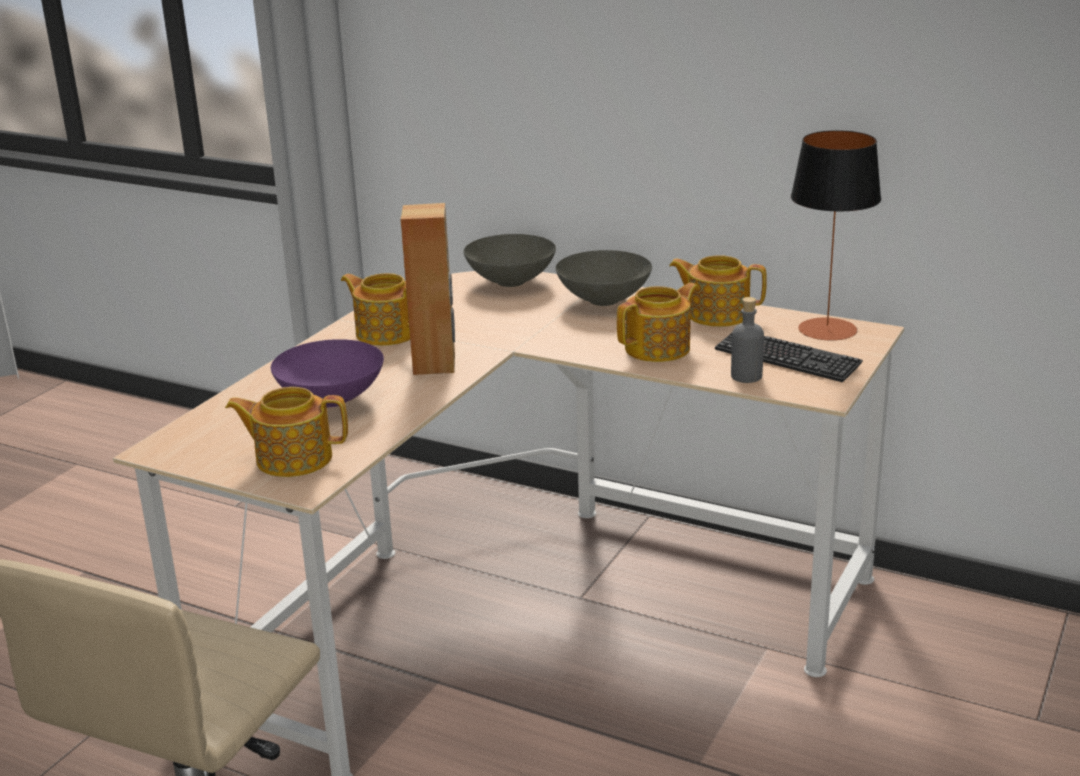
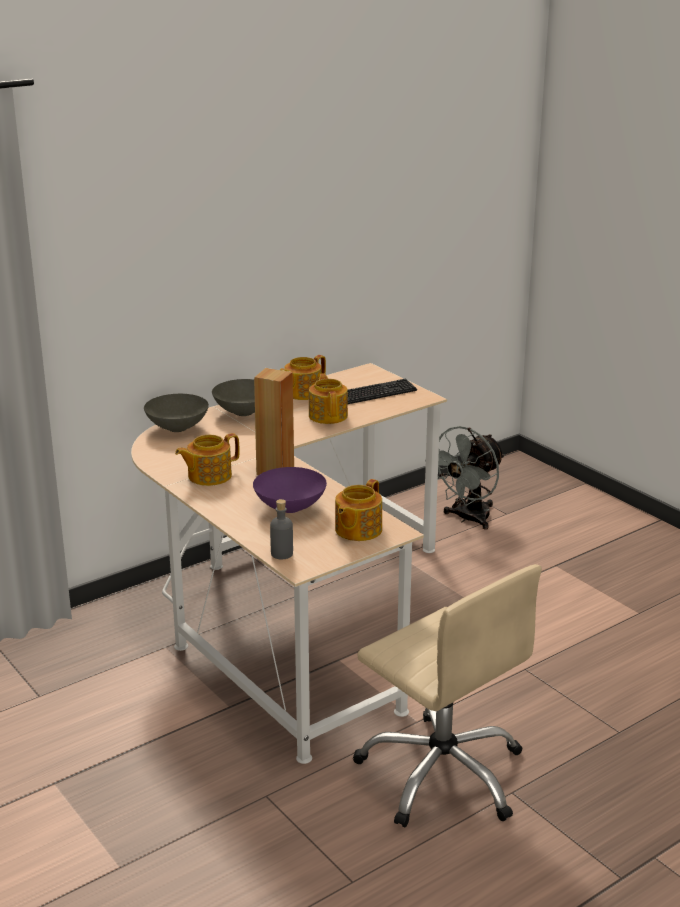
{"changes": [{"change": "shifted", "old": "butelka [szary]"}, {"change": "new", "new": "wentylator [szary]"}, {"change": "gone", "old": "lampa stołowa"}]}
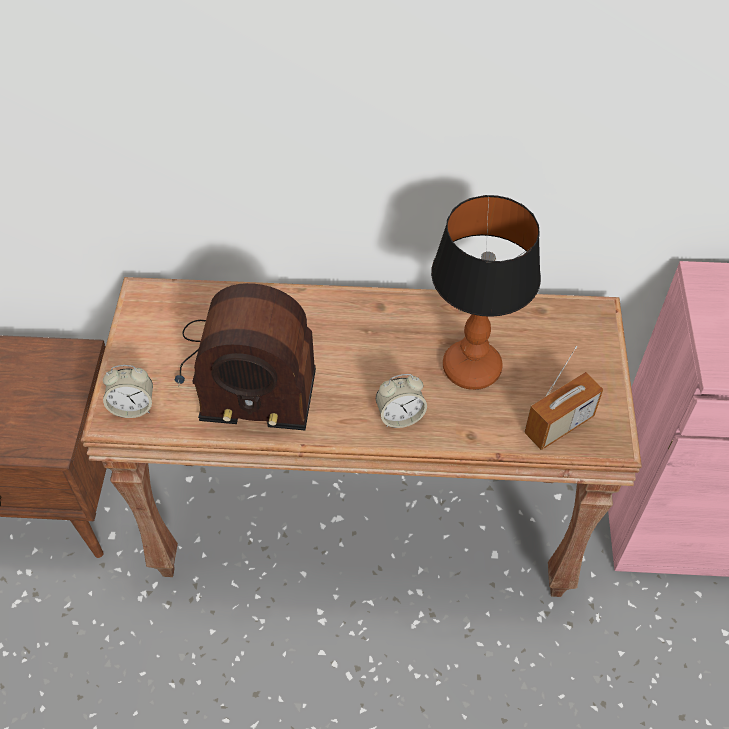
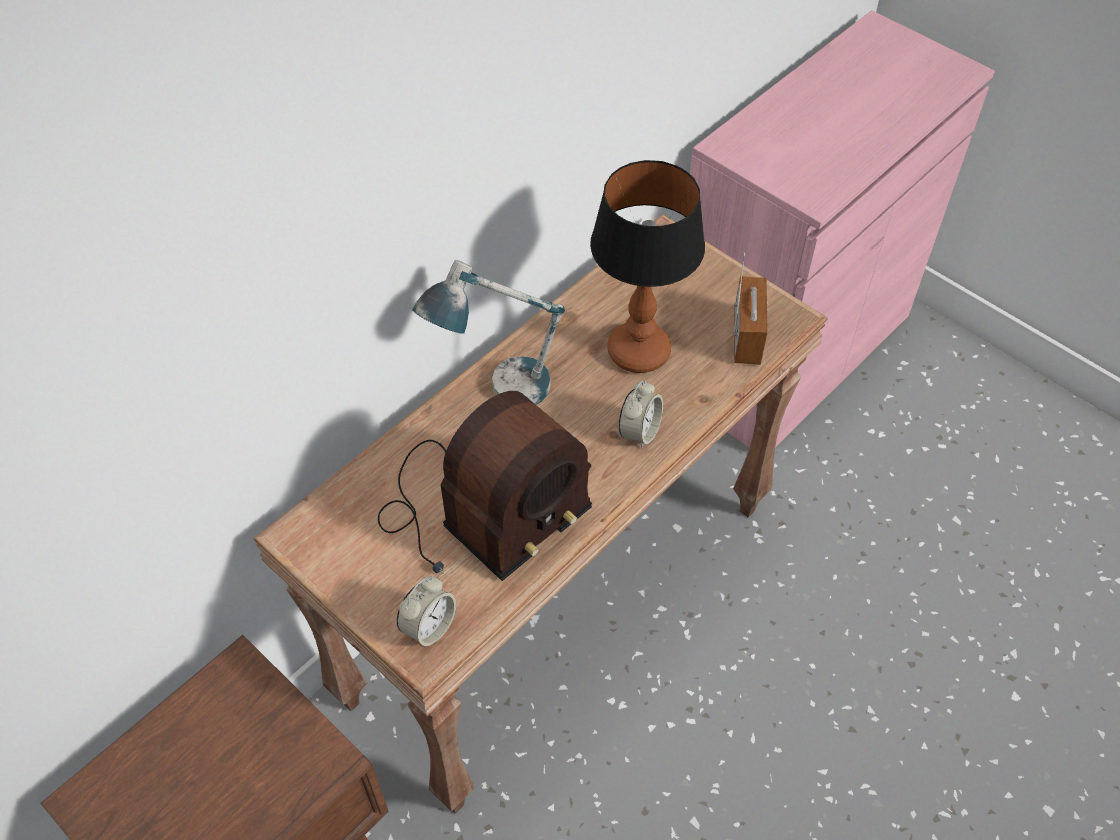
{"changes": [{"change": "new", "new": "lampa stołowa (no. 1 from left)"}]}
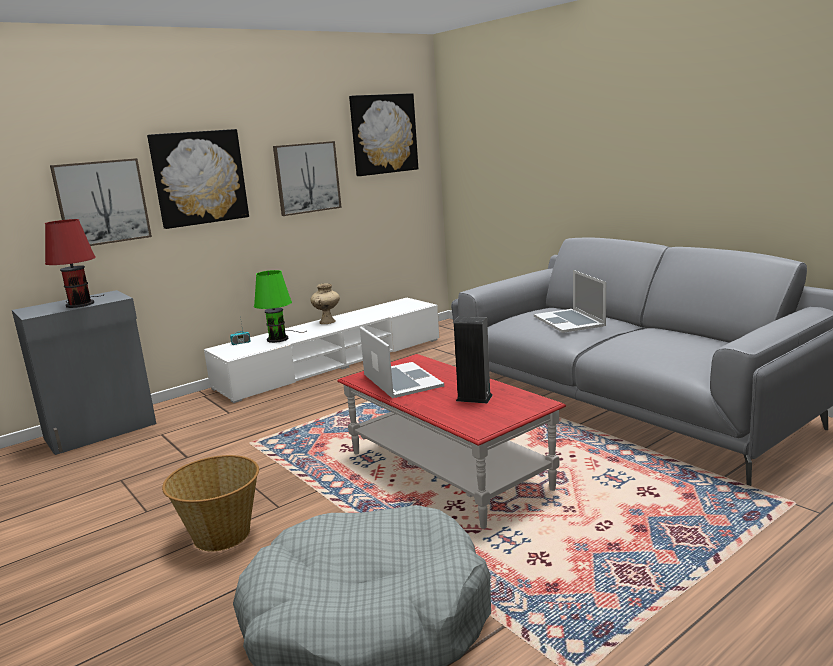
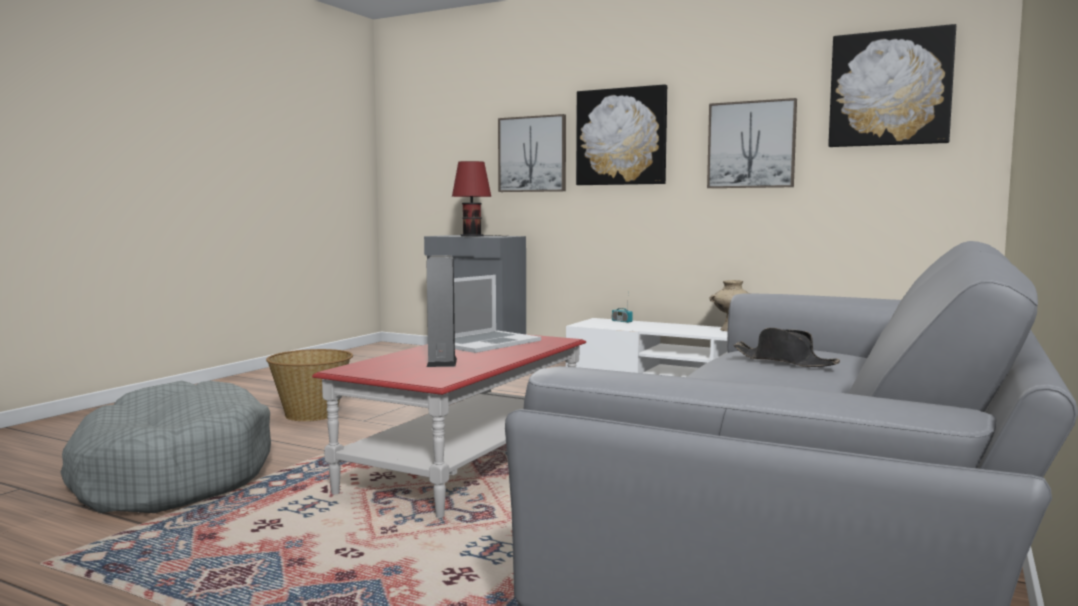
{"changes": [{"change": "swapped", "old": "laptop (no. 2 from left)", "new": "kapelusz [czarny]"}, {"change": "gone", "old": "lampa stołowa [zielony]"}]}
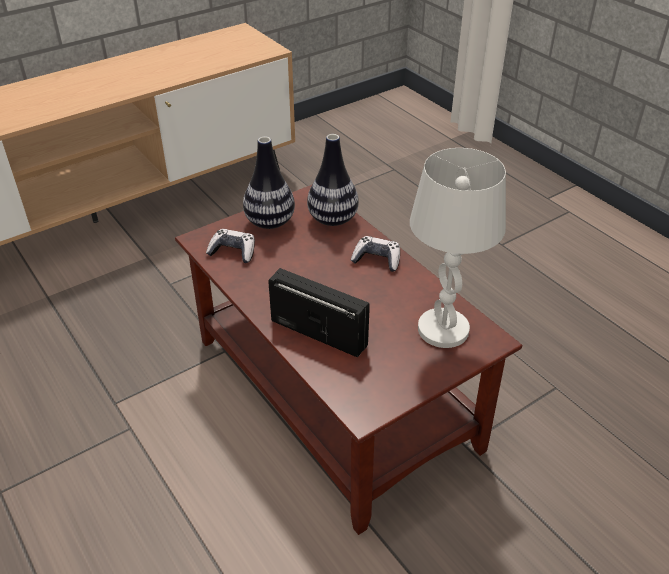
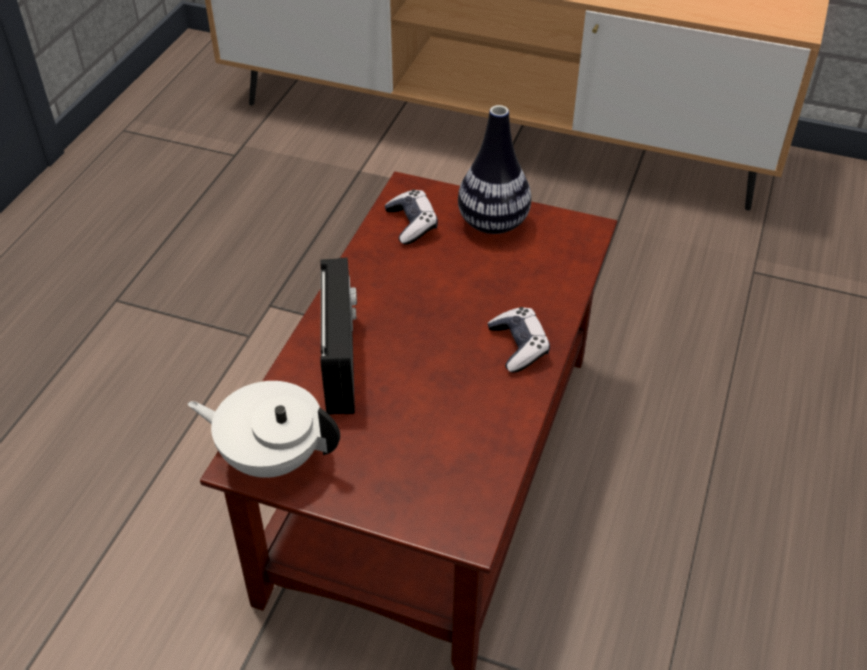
{"changes": [{"change": "new", "new": "imbryk [biały]"}, {"change": "gone", "old": "wazon (no. 2 from left)"}, {"change": "gone", "old": "lampa stołowa [biały]"}]}
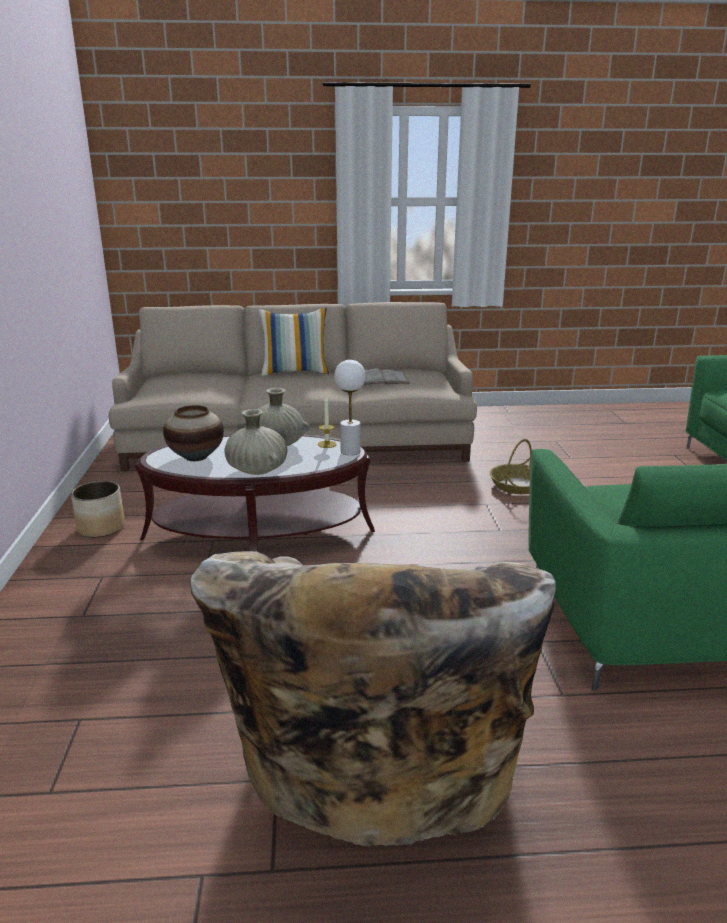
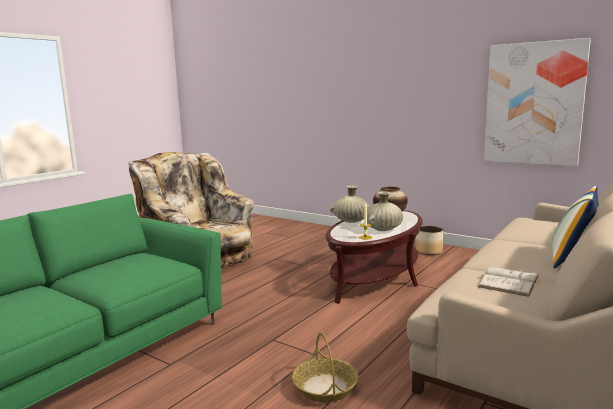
{"changes": [{"change": "new", "new": "obraz"}, {"change": "gone", "old": "lampa stołowa [biały]"}]}
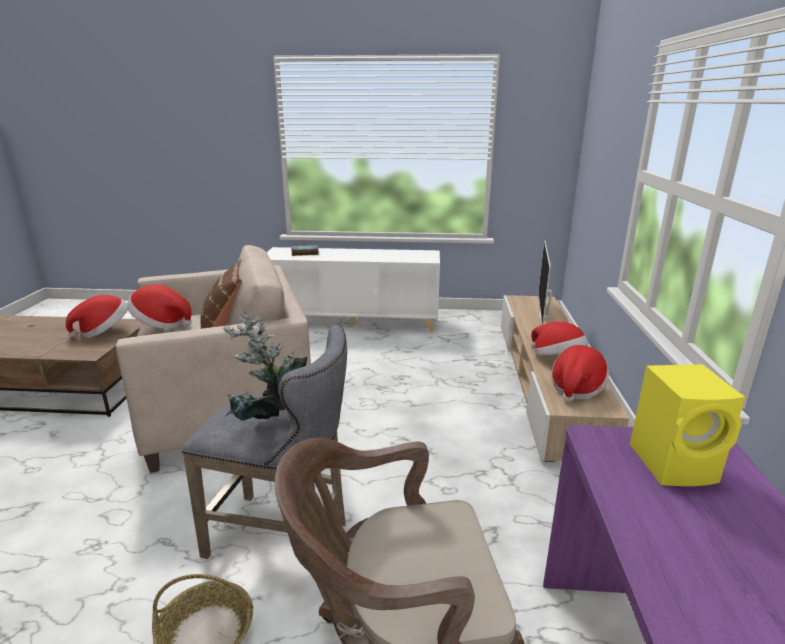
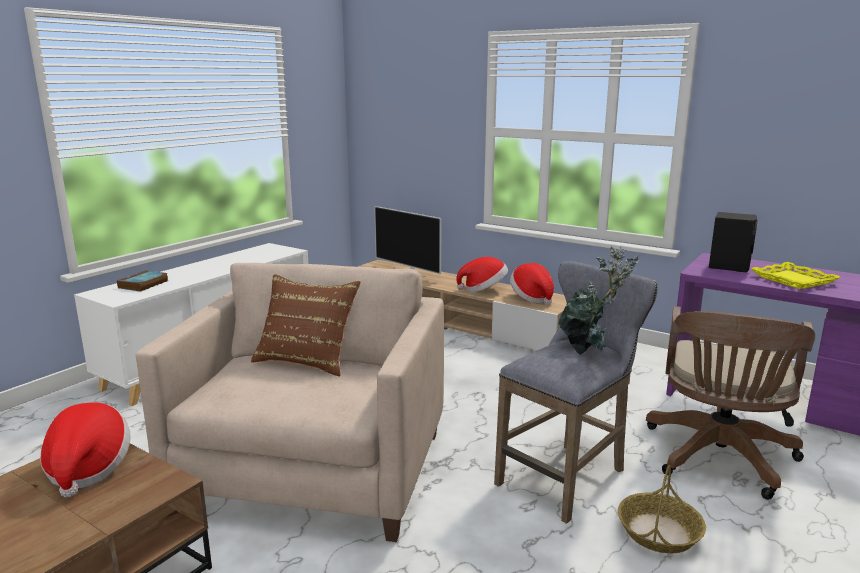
{"changes": [{"change": "repainted", "old": "głośnik [żółty]", "new": "głośnik [czarny]"}, {"change": "new", "new": "taca [żółty]"}, {"change": "gone", "old": "kapelusz (no. 2 from left)"}]}
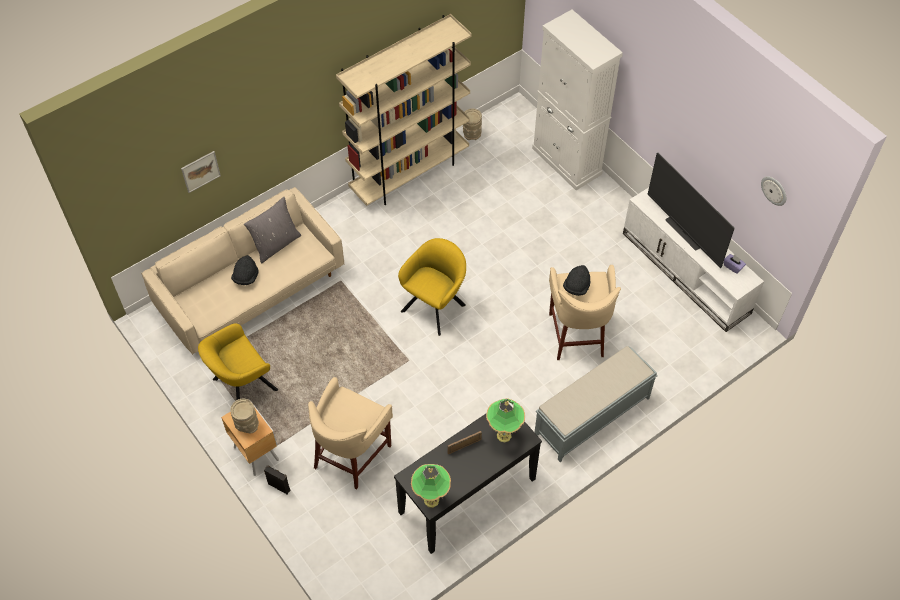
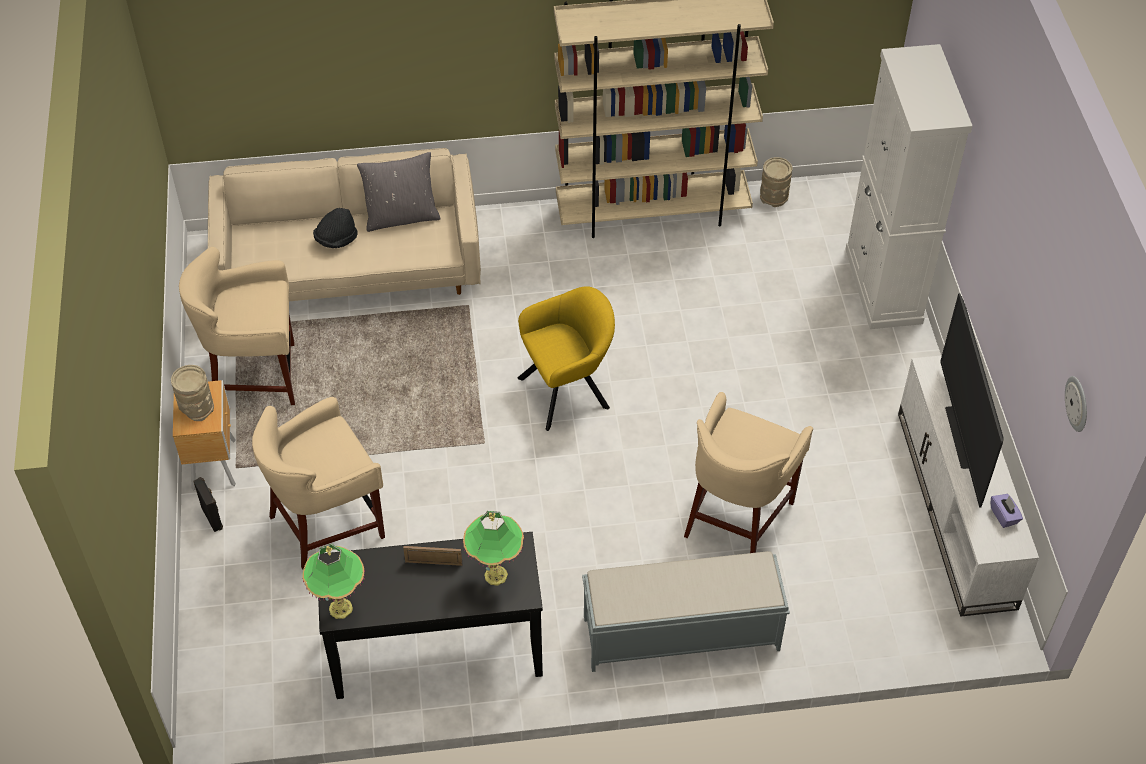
{"changes": [{"change": "swapped", "old": "fotel [żółty] (no. 1 from left)", "new": "stołek [beżowy] (no. 1 from left)"}, {"change": "gone", "old": "obraz"}, {"change": "gone", "old": "kapelusz [czarny] (no. 2 from left)"}]}
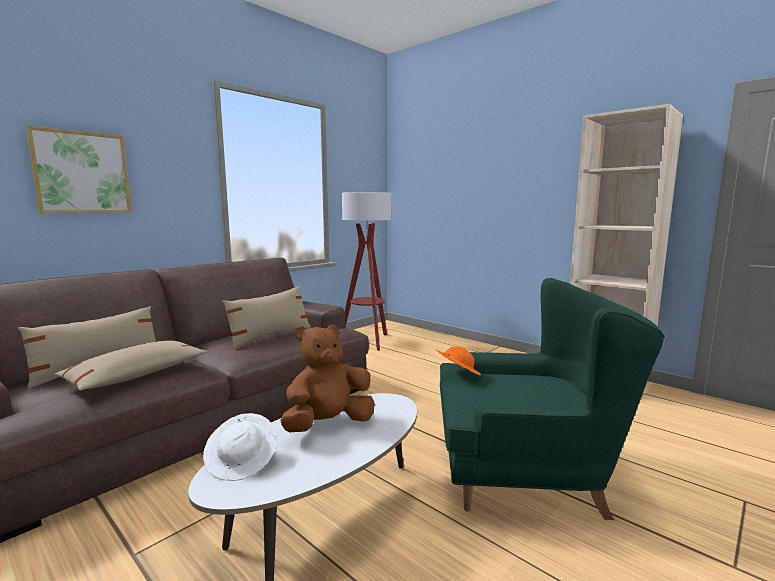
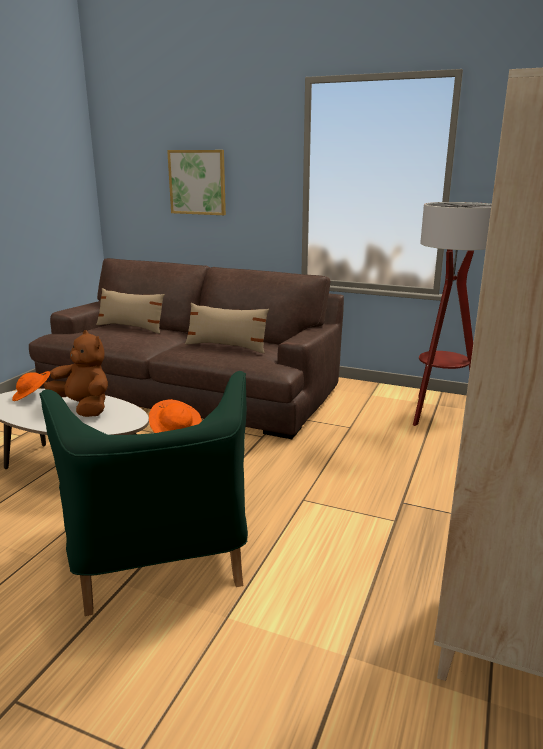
{"changes": [{"change": "repainted", "old": "kapelusz [biały]", "new": "kapelusz [pomarańczowy] (no. 1 from left)"}, {"change": "gone", "old": "poduszka [beżowy] (no. 2 from left)"}]}
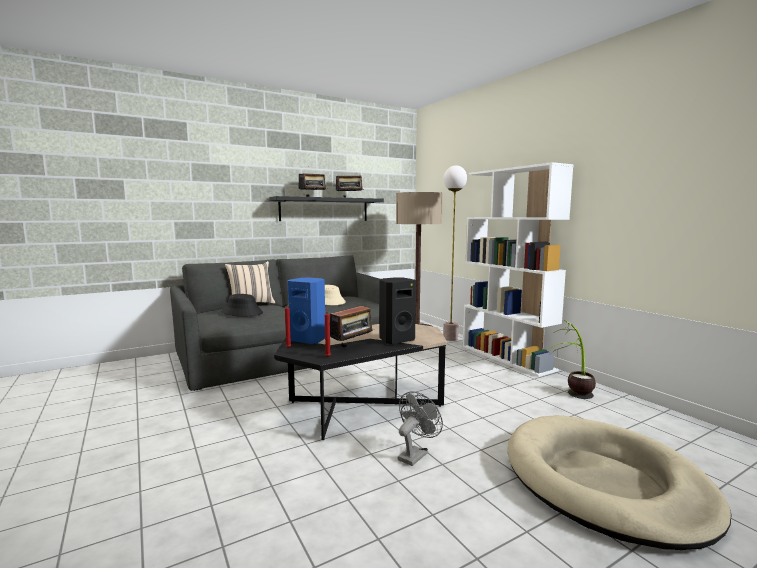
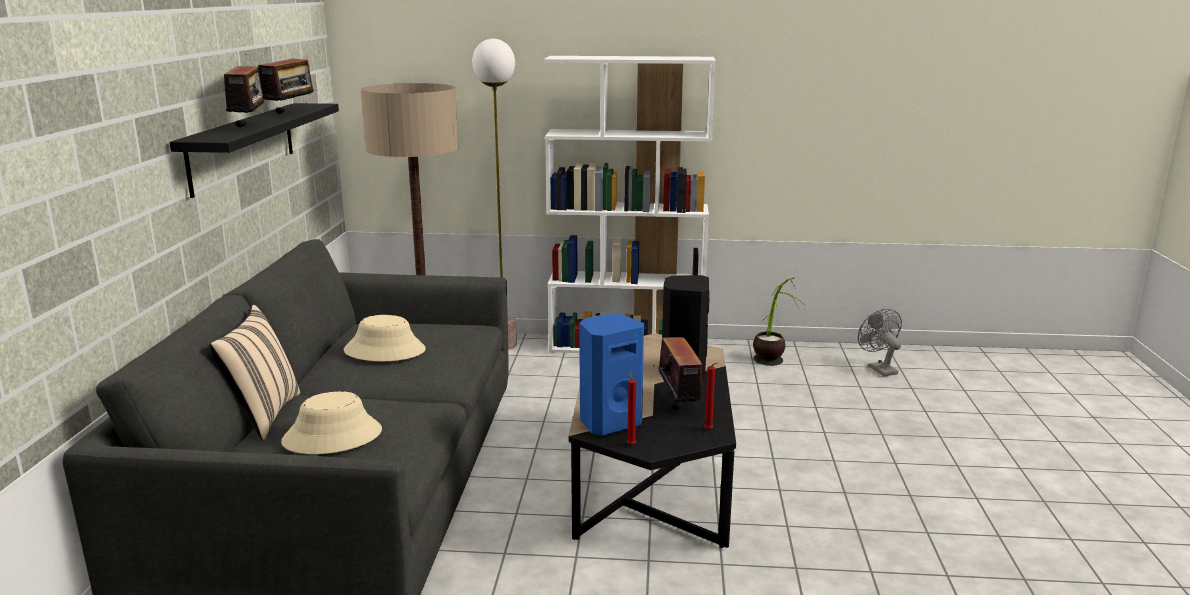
{"changes": [{"change": "repainted", "old": "kapelusz [czarny]", "new": "kapelusz [beżowy] (no. 1 from left)"}, {"change": "shifted", "old": "wentylator [szary]"}, {"change": "gone", "old": "legowisko [beżowy]"}]}
